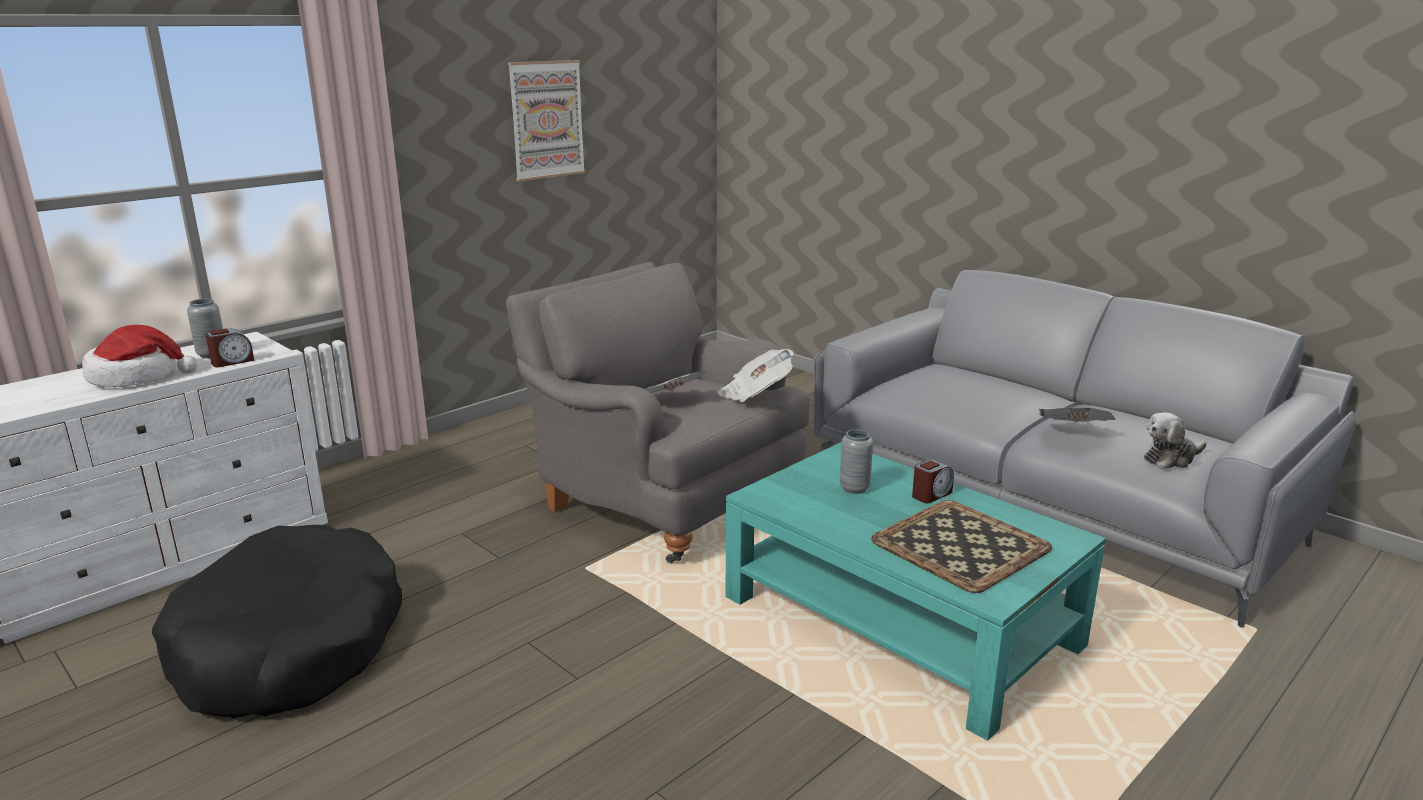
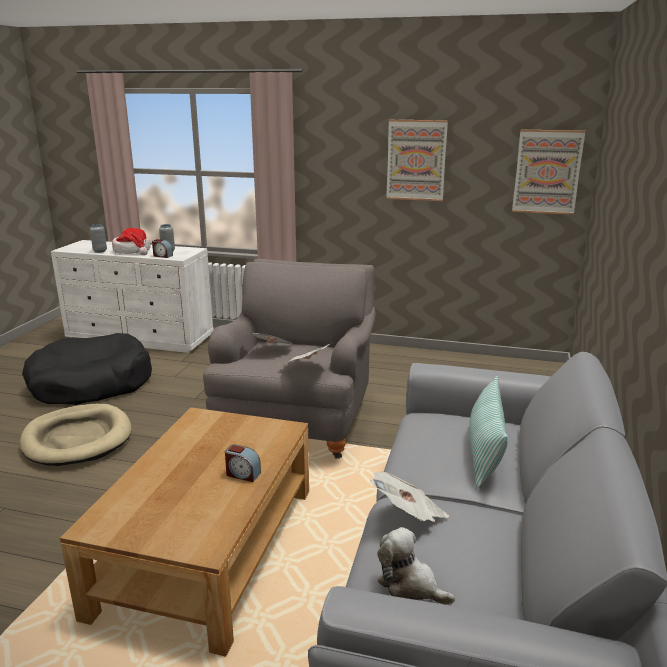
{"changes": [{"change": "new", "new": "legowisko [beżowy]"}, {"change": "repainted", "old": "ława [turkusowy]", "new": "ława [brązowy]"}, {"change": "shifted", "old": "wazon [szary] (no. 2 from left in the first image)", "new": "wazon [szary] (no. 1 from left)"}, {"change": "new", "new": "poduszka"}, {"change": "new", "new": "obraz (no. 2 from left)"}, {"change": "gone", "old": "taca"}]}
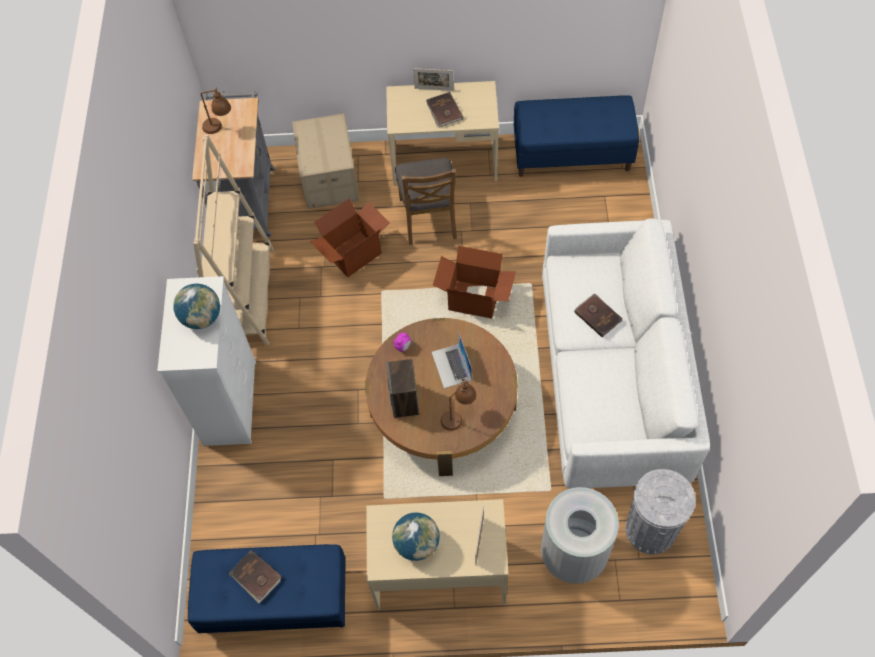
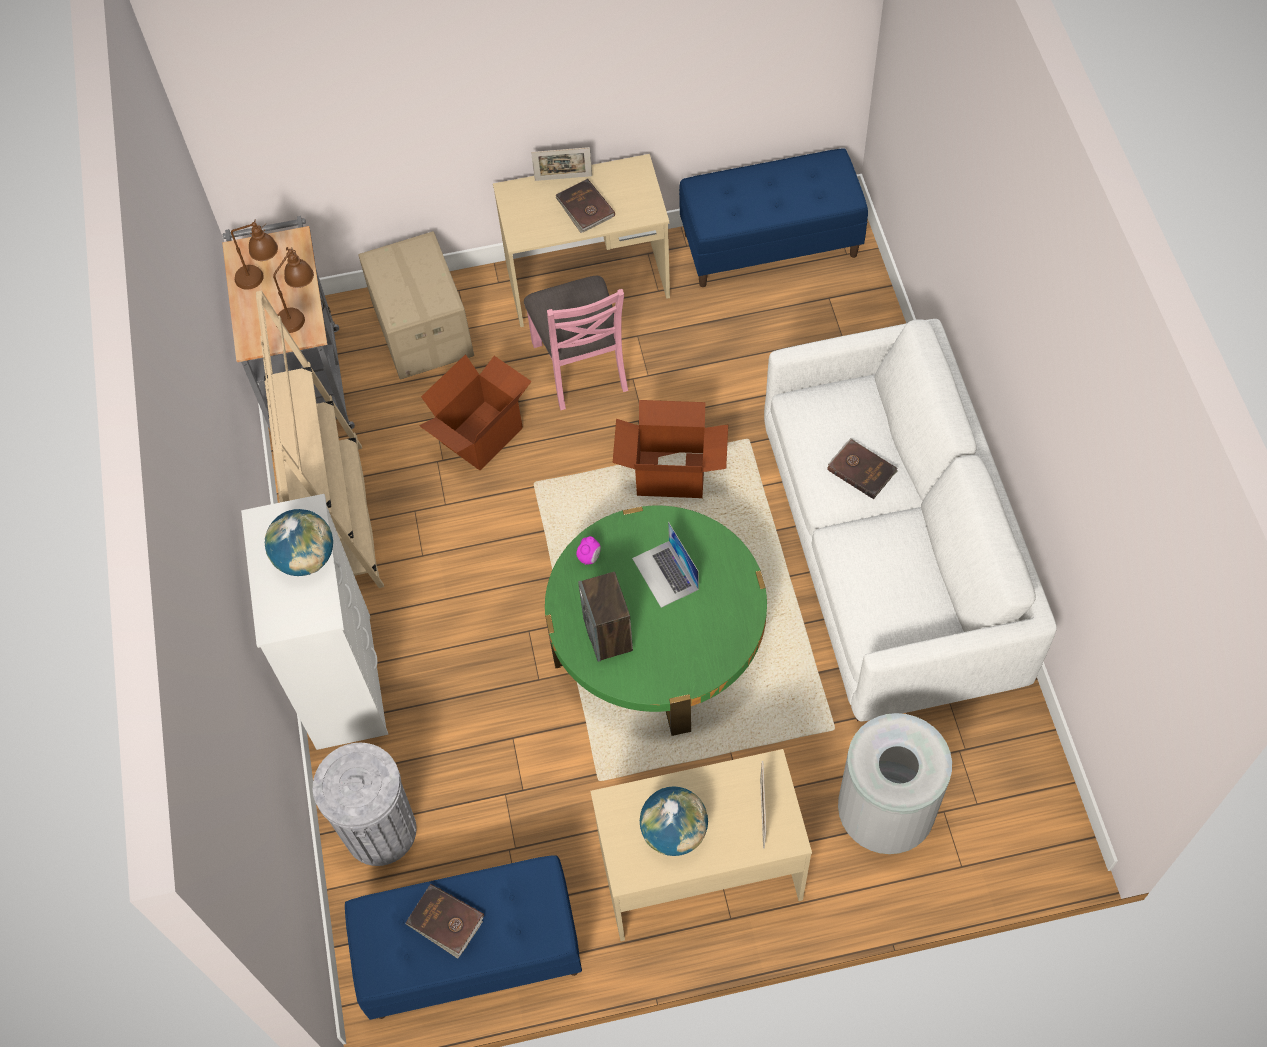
{"changes": [{"change": "shifted", "old": "lampa stołowa [brązowy] (no. 2 from left)"}, {"change": "shifted", "old": "kosz na śmieci [szary] (no. 2 from left in the first image)", "new": "kosz na śmieci [szary] (no. 1 from left)"}, {"change": "repainted", "old": "krzesło [brązowy]", "new": "krzesło [różowy]"}, {"change": "repainted", "old": "ława [brązowy]", "new": "ława [zielony]"}]}
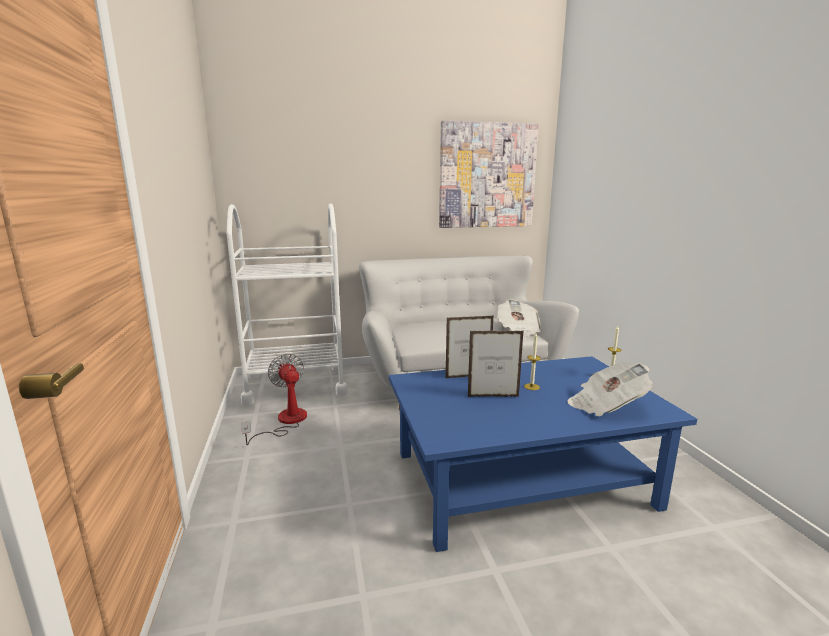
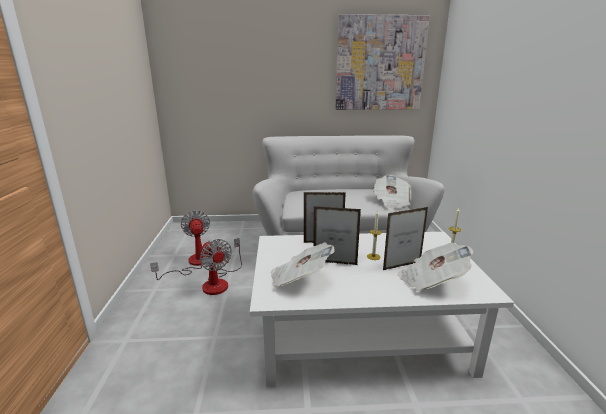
{"changes": [{"change": "new", "new": "wentylator (no. 2 from left)"}, {"change": "repainted", "old": "ława [niebieski]", "new": "ława [biały]"}, {"change": "new", "new": "gazeta (no. 1 from left)"}, {"change": "new", "new": "ramka na zdjęcie (no. 3 from left)"}, {"change": "gone", "old": "wózek [biały]"}]}
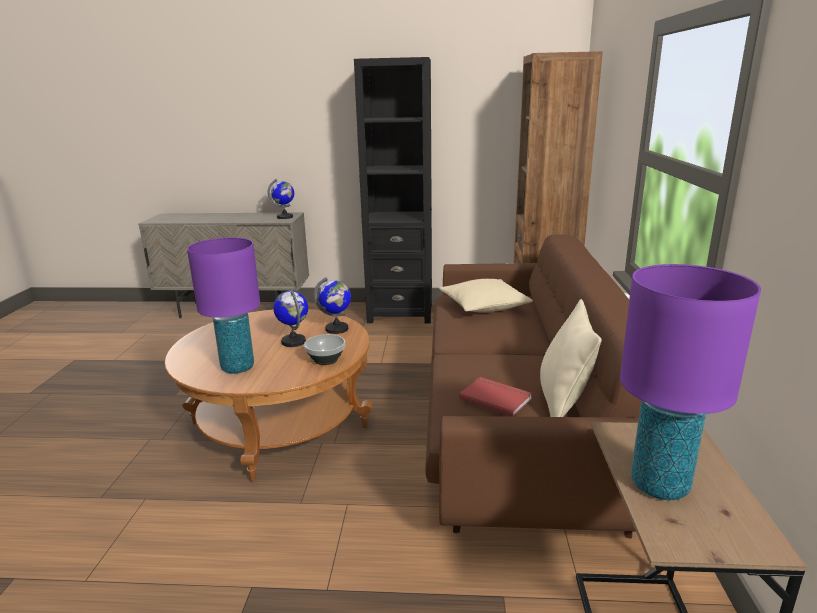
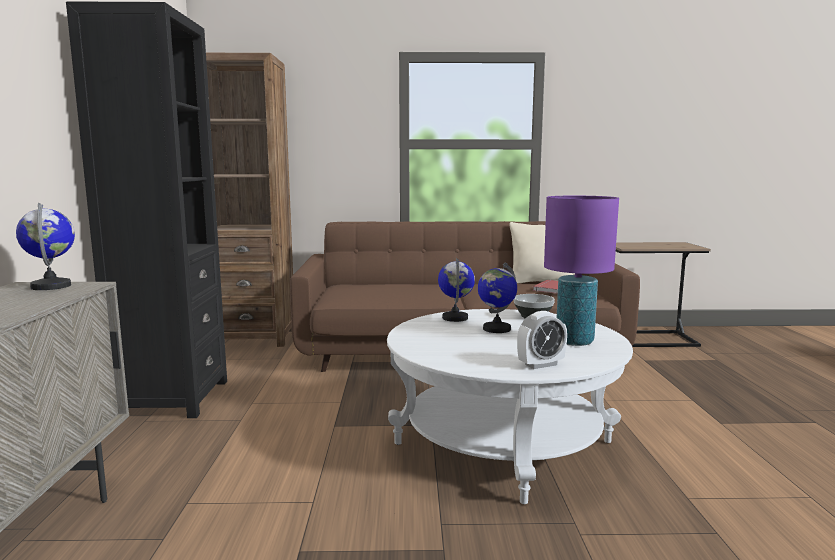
{"changes": [{"change": "repainted", "old": "ława [brązowy]", "new": "ława [biały]"}, {"change": "new", "new": "budzik"}, {"change": "gone", "old": "poduszka [beżowy] (no. 1 from left)"}, {"change": "gone", "old": "lampa stołowa [fioletowy] (no. 2 from left)"}]}
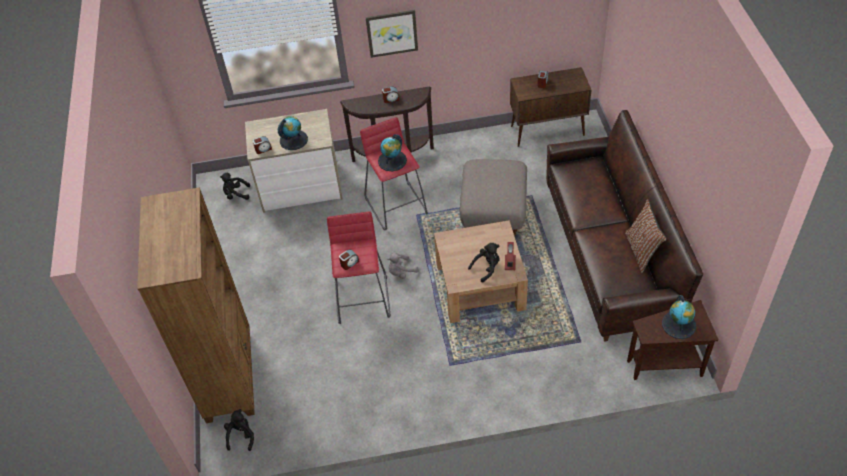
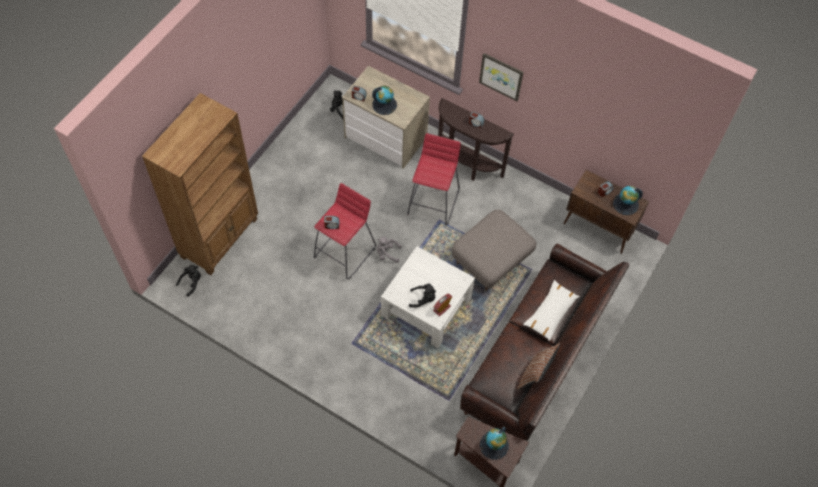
{"changes": [{"change": "repainted", "old": "ława [brązowy]", "new": "ława [biały]"}, {"change": "new", "new": "poduszka [biały]"}, {"change": "shifted", "old": "globus (no. 2 from left in the first image)", "new": "globus (no. 3 from left)"}]}
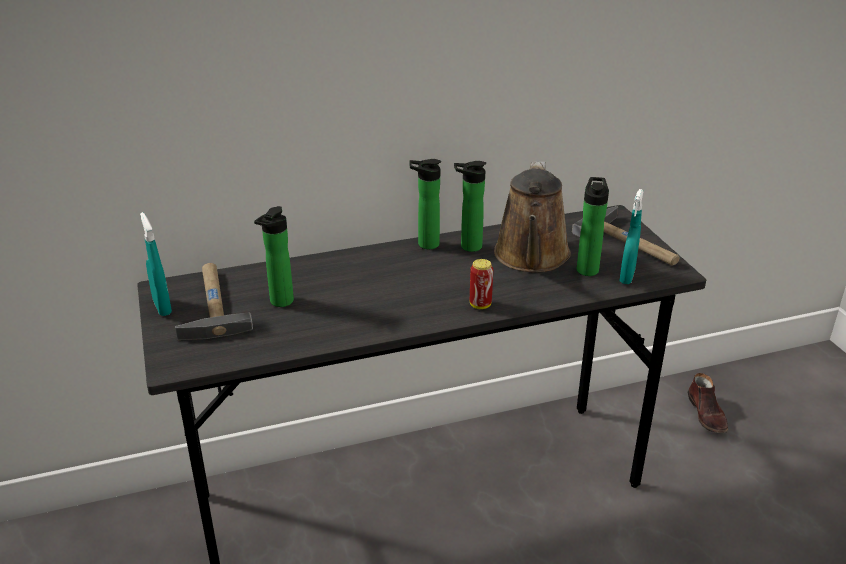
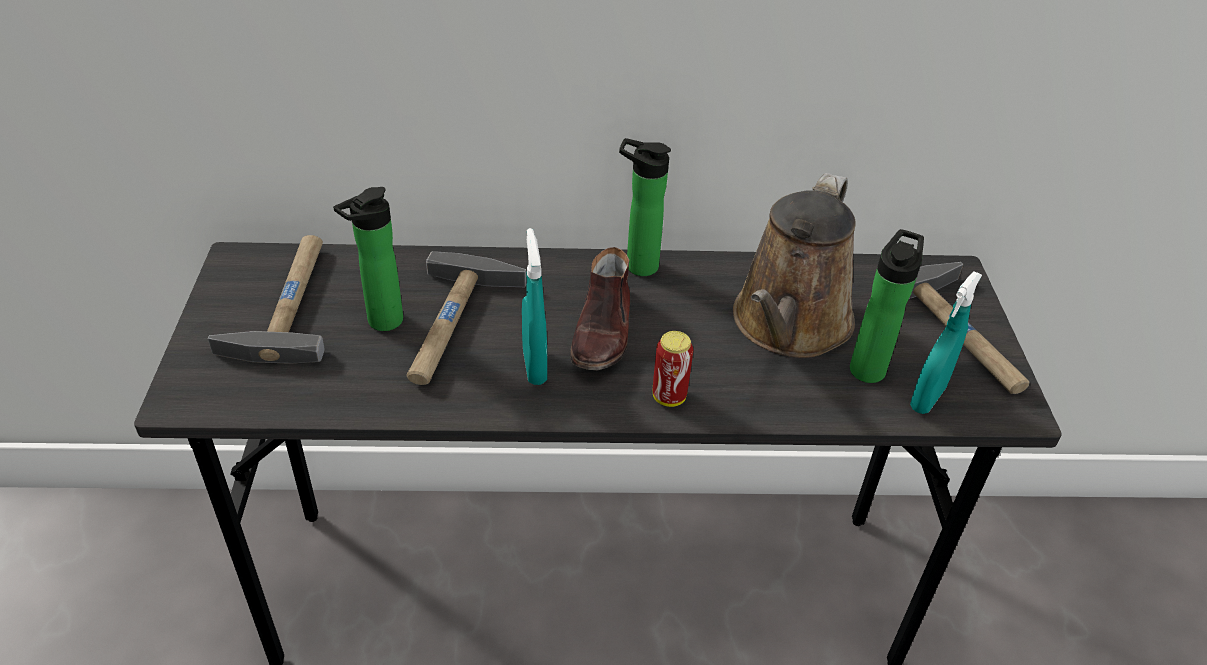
{"changes": [{"change": "new", "new": "młotek (no. 2 from left)"}, {"change": "shifted", "old": "spryskiwacz [turkusowy] (no. 1 from left)"}, {"change": "shifted", "old": "but [brązowy]"}, {"change": "gone", "old": "butelka (no. 3 from left)"}]}
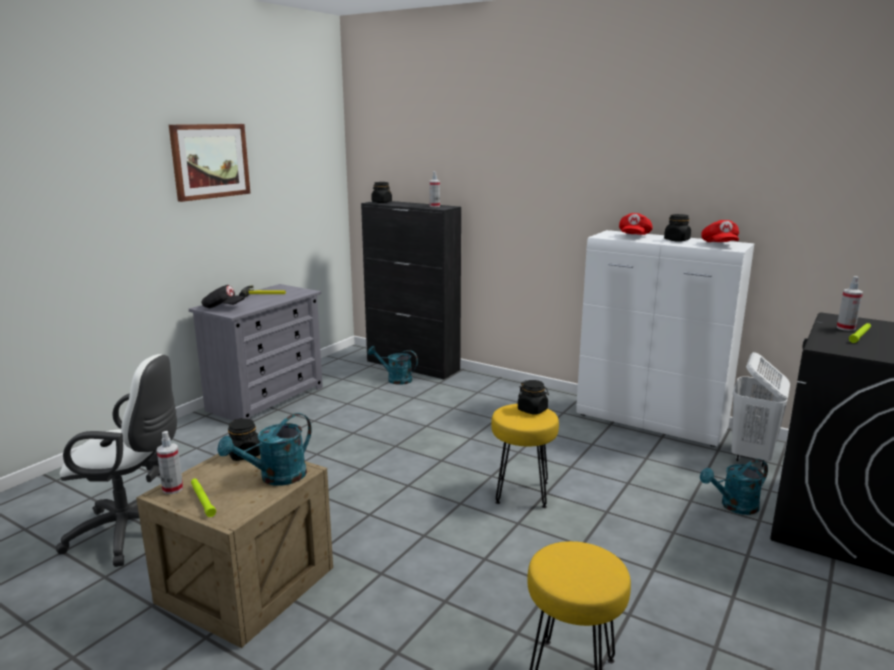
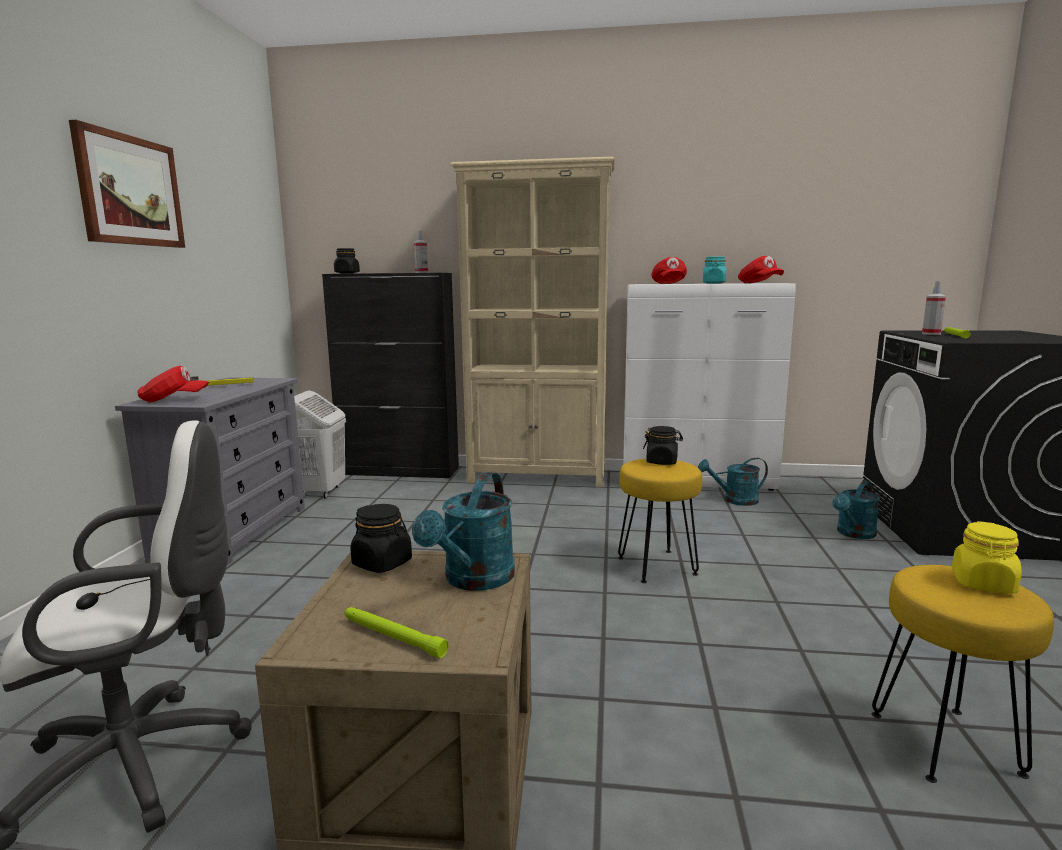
{"changes": [{"change": "repainted", "old": "czapka z daszkiem [czarny]", "new": "czapka z daszkiem [czerwony] (no. 1 from left)"}, {"change": "shifted", "old": "kosz na pranie [biały]"}, {"change": "new", "new": "regał [beżowy]"}, {"change": "shifted", "old": "konewka [turkusowy] (no. 2 from left)"}, {"change": "repainted", "old": "słoik [czarny] (no. 4 from left)", "new": "słoik [turkusowy]"}, {"change": "new", "new": "słoik [żółty]"}, {"change": "gone", "old": "spryskiwacz (no. 1 from left)"}]}
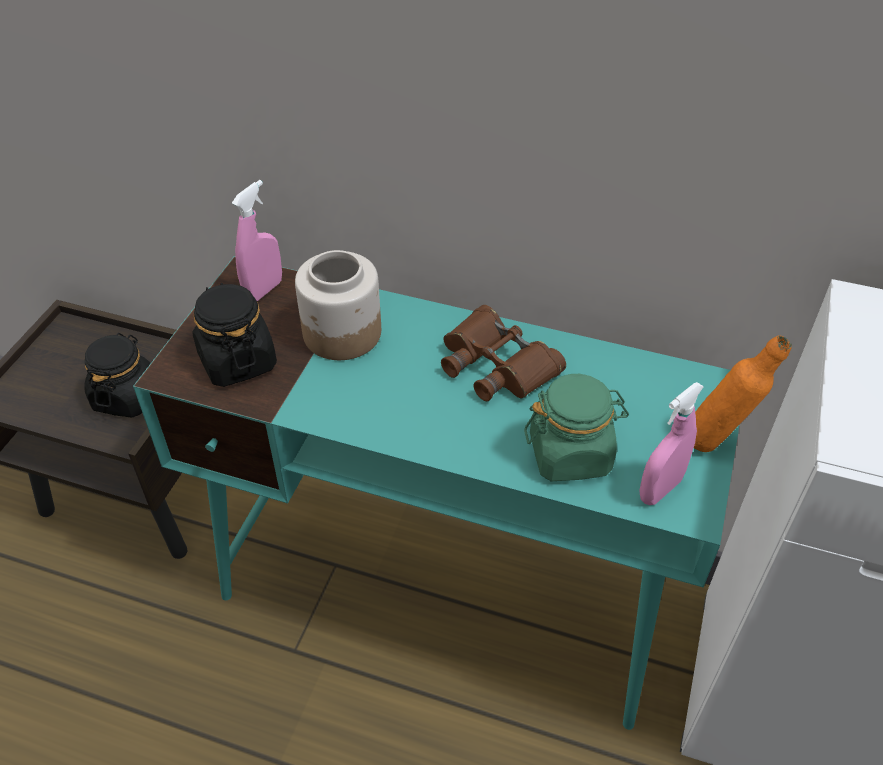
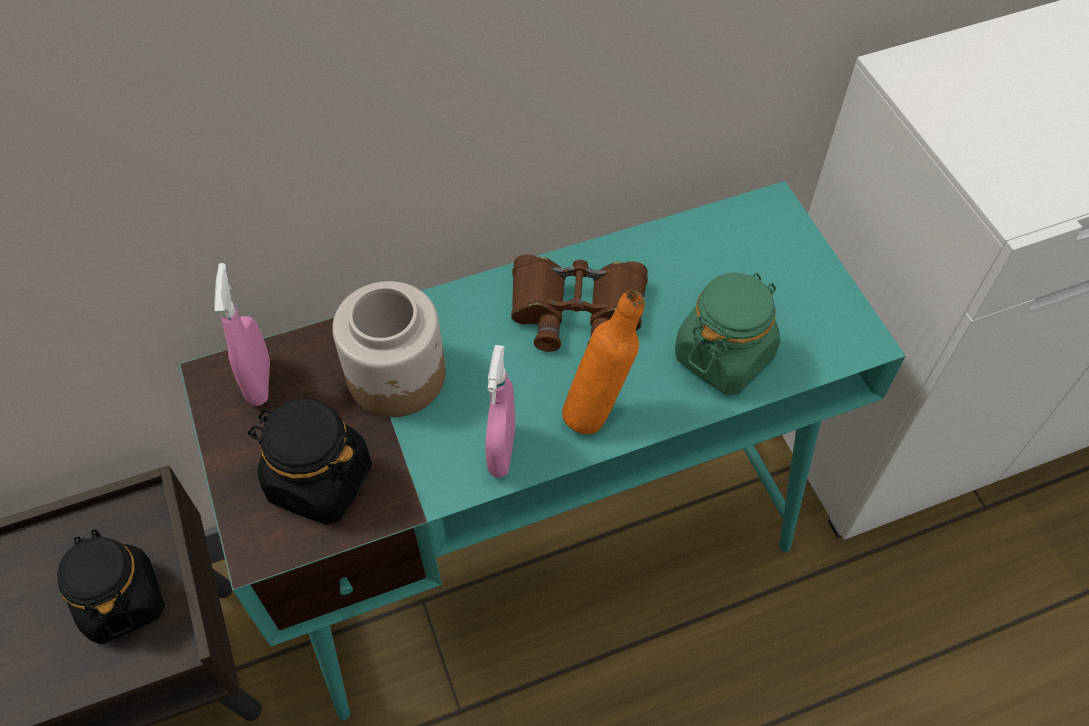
{"changes": [{"change": "shifted", "old": "spryskiwacz [różowy] (no. 2 from left)"}, {"change": "shifted", "old": "butelka [pomarańczowy]"}]}
